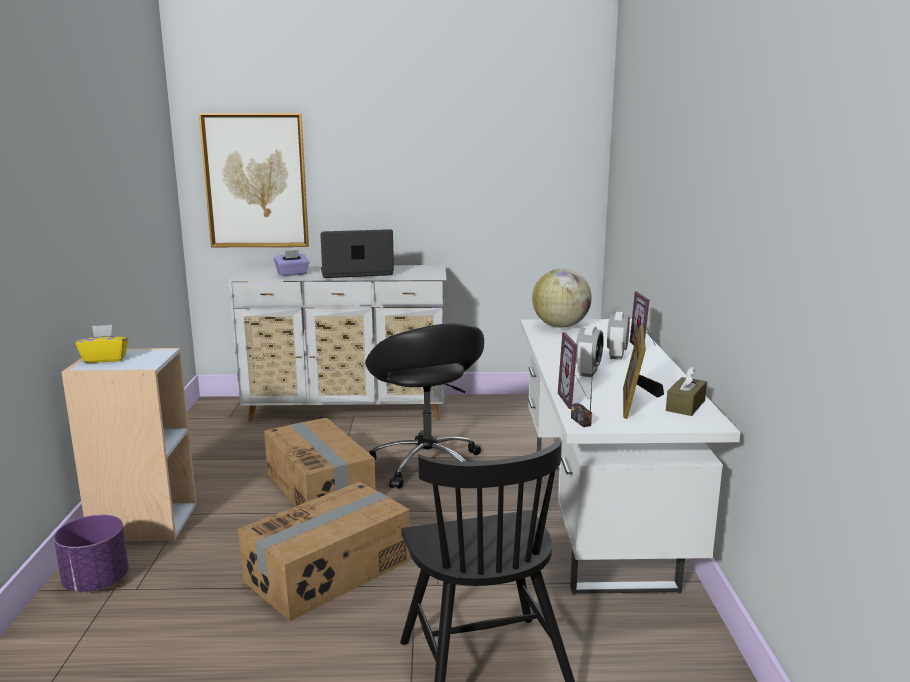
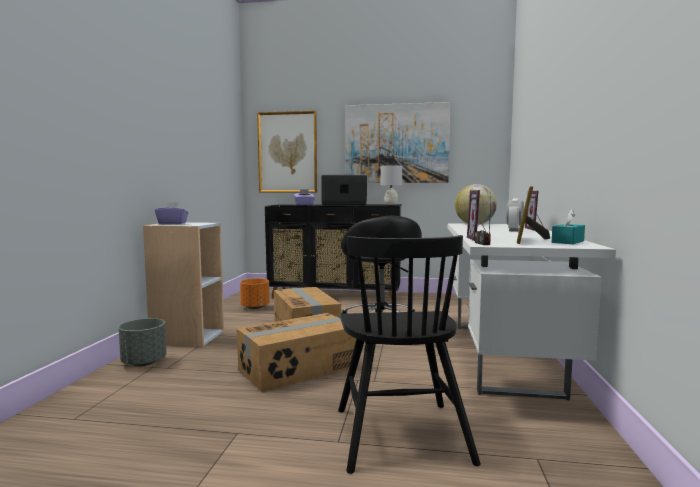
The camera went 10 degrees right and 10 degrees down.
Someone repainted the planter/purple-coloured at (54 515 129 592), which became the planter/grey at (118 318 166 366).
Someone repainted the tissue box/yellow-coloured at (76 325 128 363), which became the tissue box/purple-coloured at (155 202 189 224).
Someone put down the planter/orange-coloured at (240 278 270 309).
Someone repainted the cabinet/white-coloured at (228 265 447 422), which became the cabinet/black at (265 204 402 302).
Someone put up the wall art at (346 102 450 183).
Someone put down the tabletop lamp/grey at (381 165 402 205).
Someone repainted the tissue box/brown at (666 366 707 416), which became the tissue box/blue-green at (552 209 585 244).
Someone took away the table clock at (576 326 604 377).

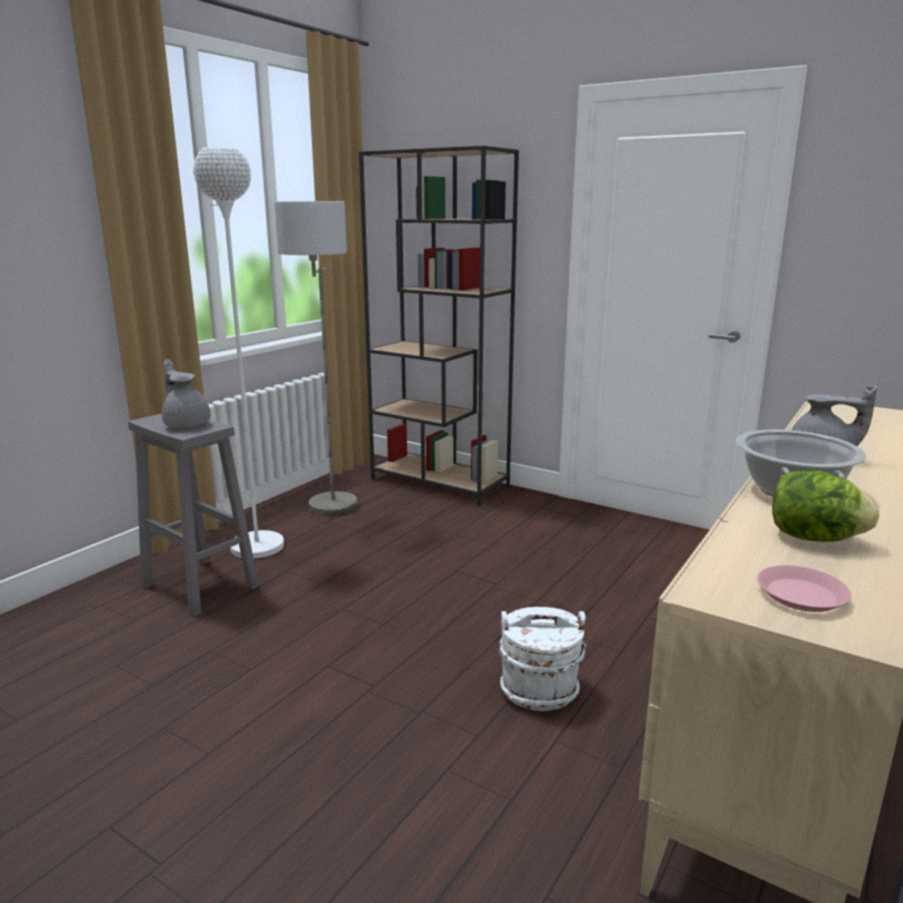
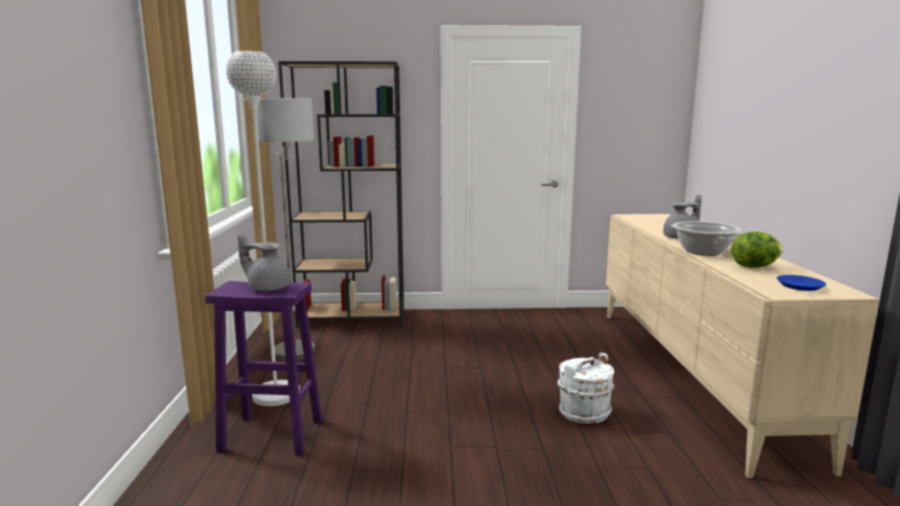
The camera went 35 degrees left and 5 degrees down.
Someone repainted the stool/grey at (128 414 259 617), which became the stool/purple-coloured at (205 281 322 456).
Someone repainted the dinner plate/pink-coloured at (757 565 852 612), which became the dinner plate/blue at (777 275 826 291).

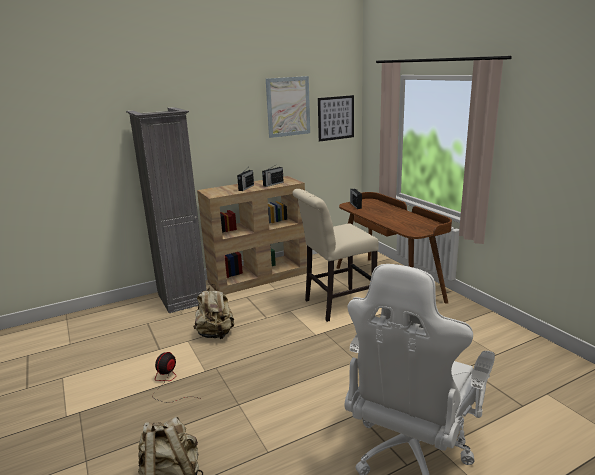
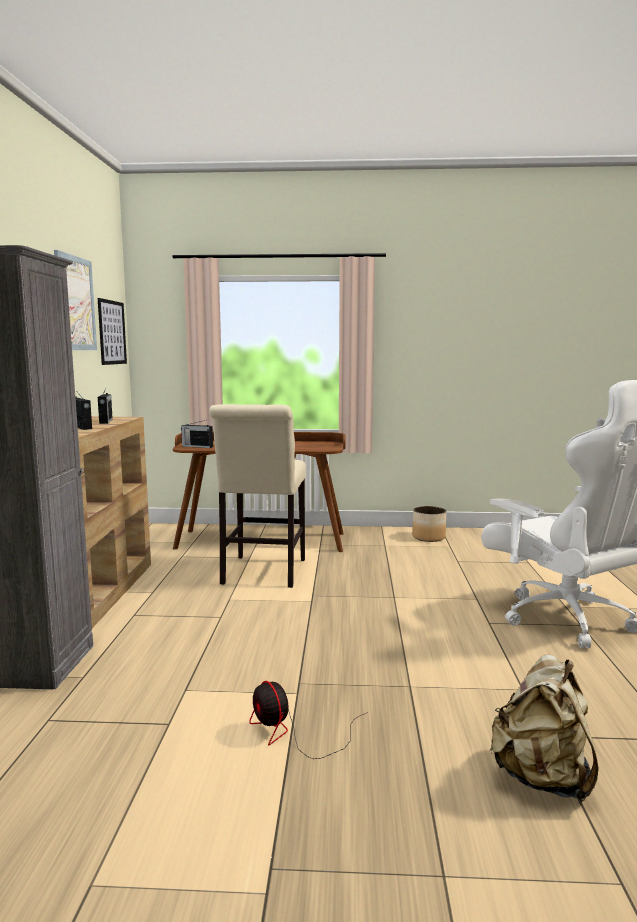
The camera went 60 degrees left and 10 degrees down.
Someone put down the planter at (412 506 446 542).
Someone took away the knapsack/sand-coloured at (193 284 234 339).

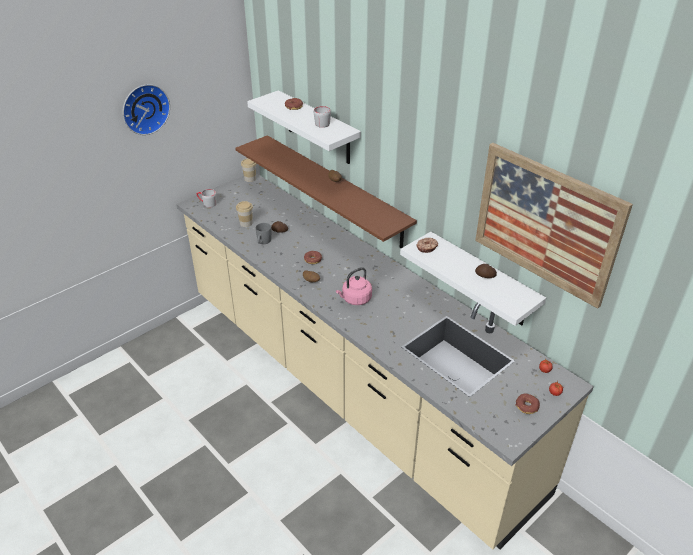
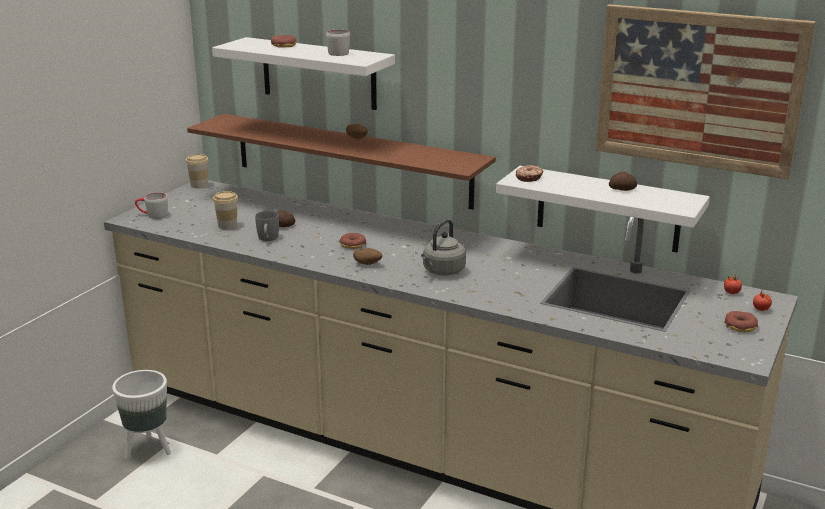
The camera went 20 degrees left and 15 degrees down.
Someone put down the planter/white-coloured at (112 370 171 460).
Someone repainted the tea kettle/pink-coloured at (336 267 372 305), which became the tea kettle/grey at (421 219 466 276).
Someone took away the hanging clock at (123 84 170 135).

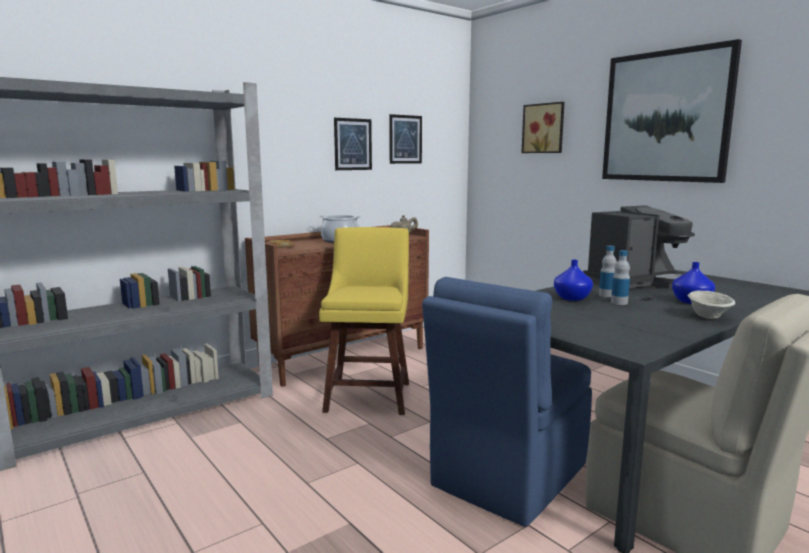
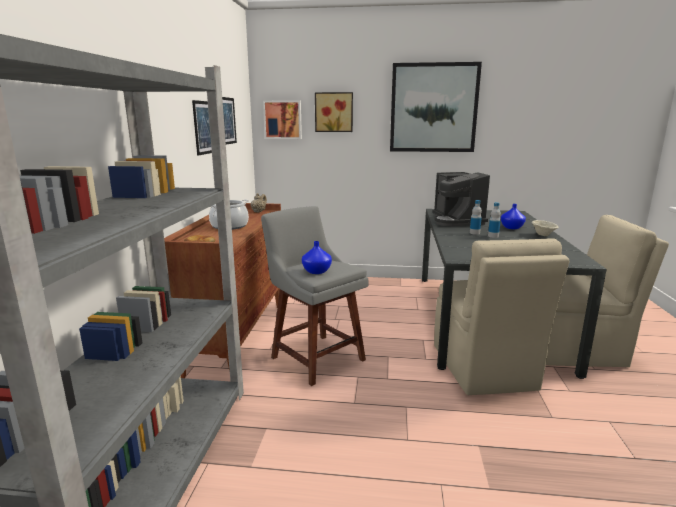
The camera went 45 degrees left and 5 degrees up.
Someone repainted the stool/yellow-coloured at (319 227 409 415), which became the stool/grey at (261 206 368 386).
Someone put up the wall art at (263 100 302 139).
Someone carried the vase/blue from (554 260 593 301) to (302 241 332 274).
Someone rotated the coffee maker at (583 205 695 288) by 150 degrees clockwise.
Someone repainted the plain chair/blue at (422 277 592 527), which became the plain chair/sand-coloured at (434 238 569 395).

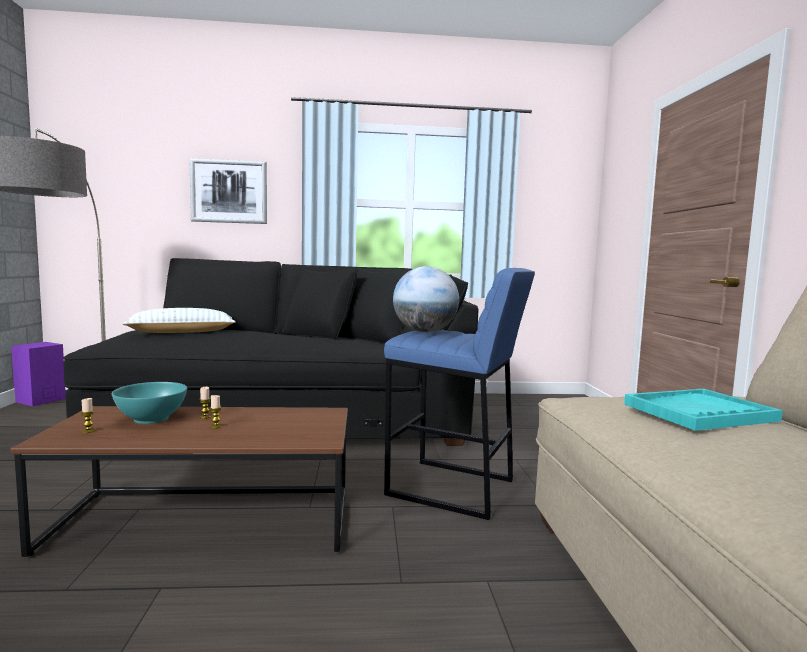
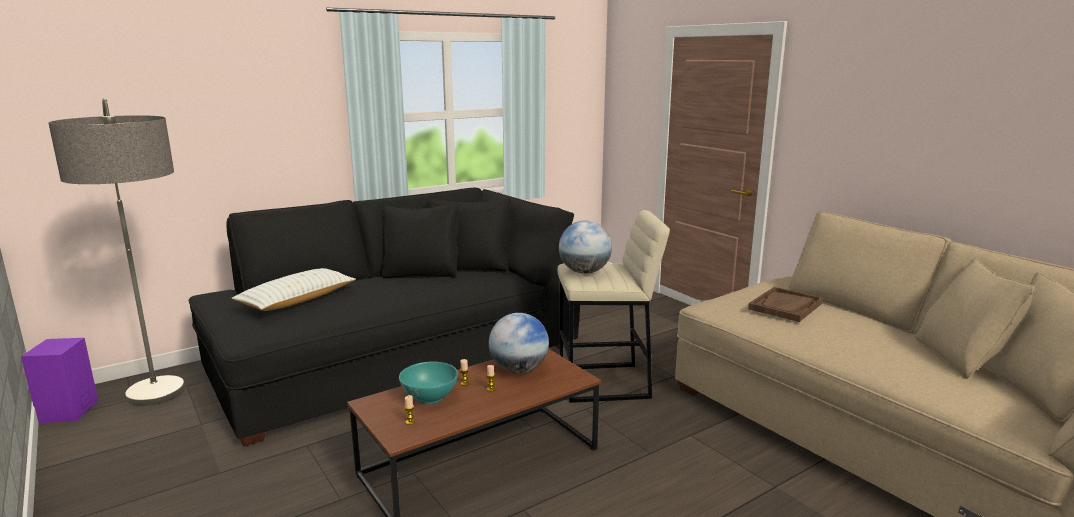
The camera went 30 degrees left and 10 degrees up.
Someone put down the world globe at (489 313 549 373).
Someone repainted the stool/blue at (384 268 535 520), which became the stool/sand-coloured at (557 210 670 403).
Someone repainted the serving tray/blue-green at (624 389 783 431), which became the serving tray/brown at (748 287 823 322).
Someone took away the wall art at (189 158 267 224).

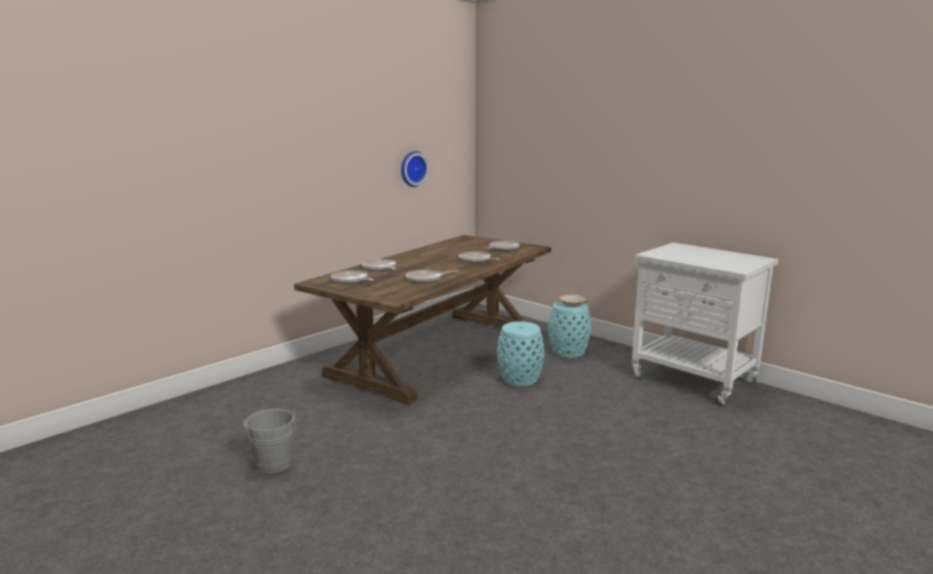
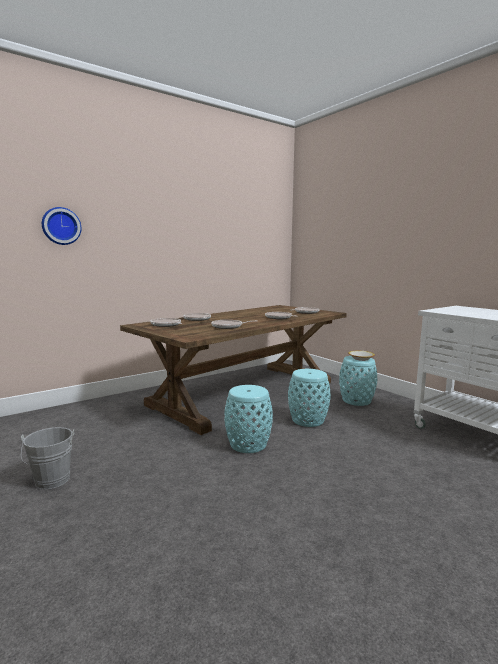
The camera went 10 degrees right and 5 degrees down.
Someone carried the hanging clock from (401 151 429 187) to (42 207 82 245).
Someone put down the stool/blue-green at (224 385 273 453).

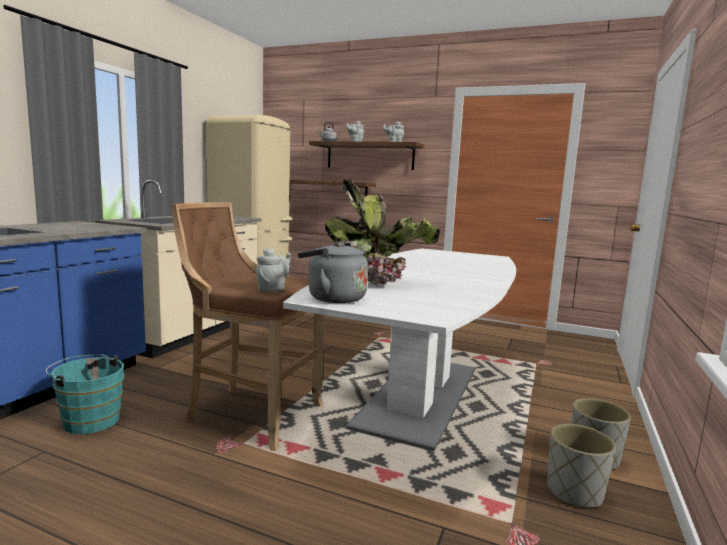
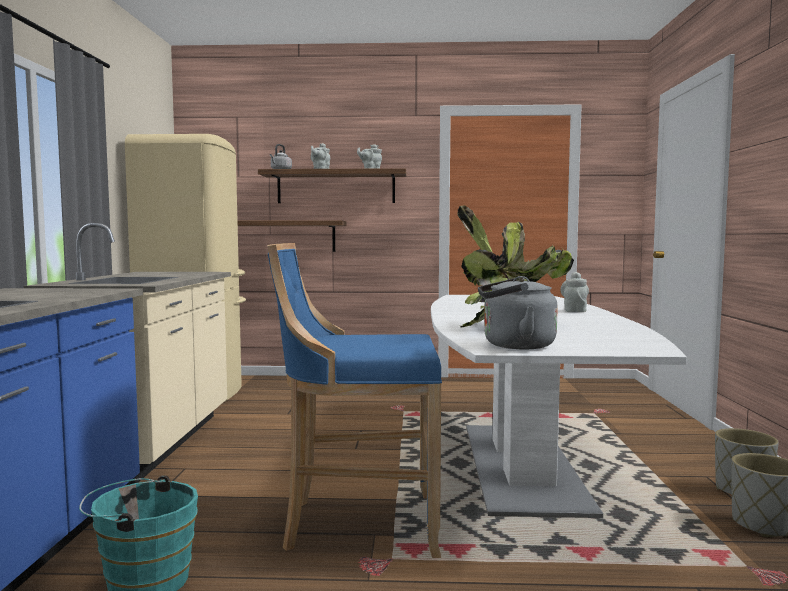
The camera went 20 degrees left and 5 degrees down.
Someone repainted the stool/brown at (171 202 324 451), which became the stool/blue at (267 243 442 558).
Someone carried the pot for tea/grey from (256 248 291 292) to (561 272 589 312).

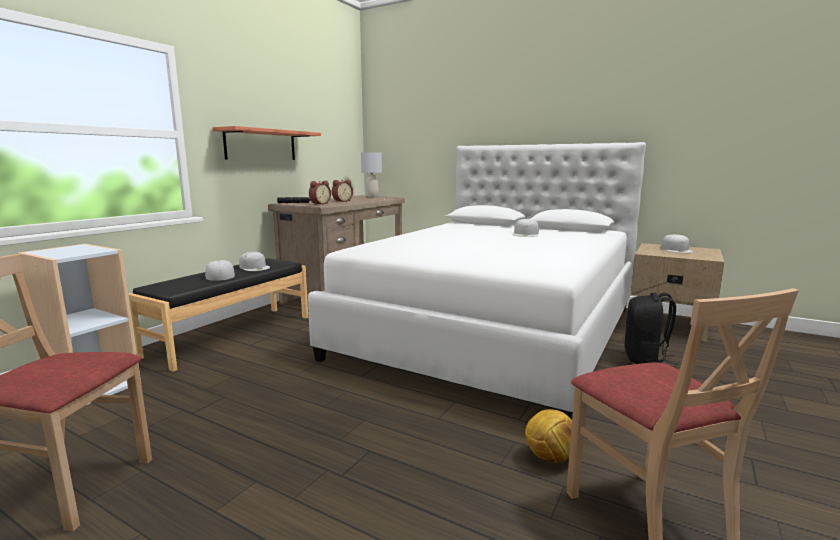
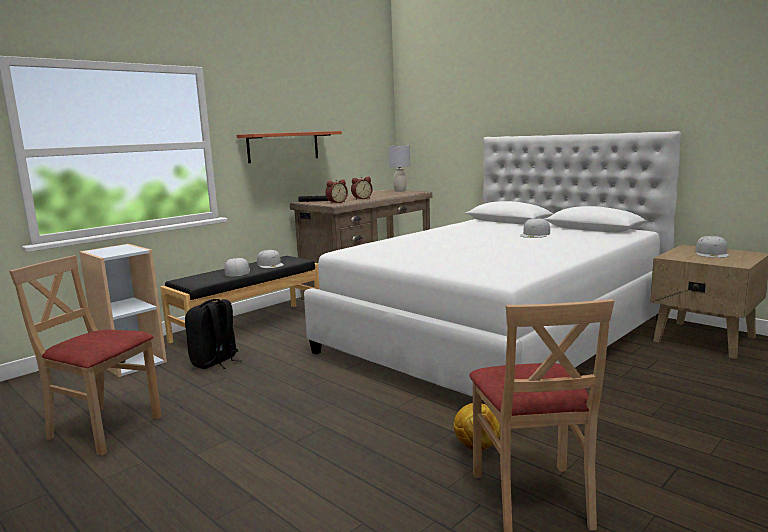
The camera went 15 degrees right and 0 degrees up.
Someone carried the knapsack/black from (624 293 679 365) to (185 299 242 369).

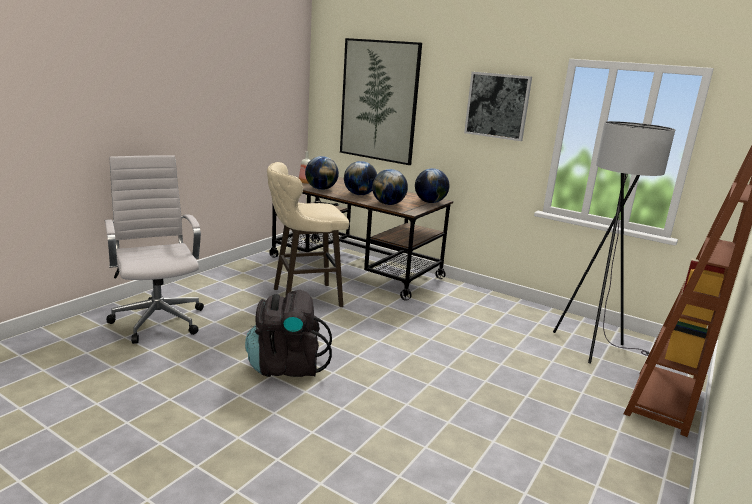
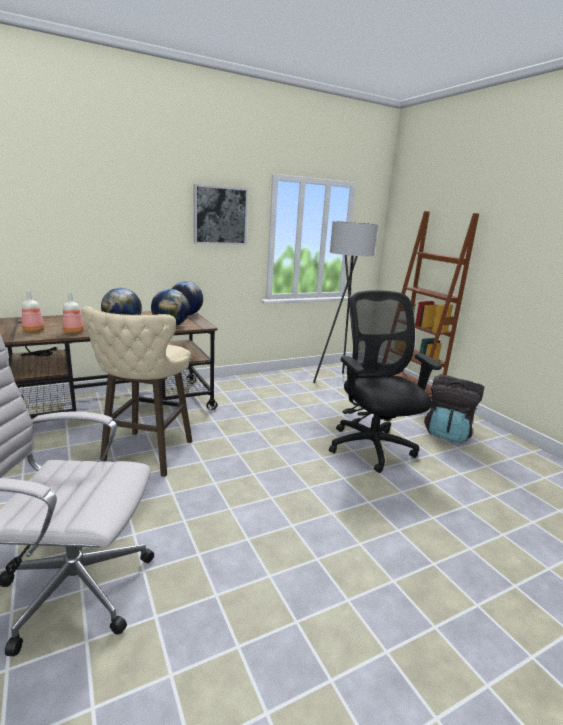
The camera went 60 degrees left and 0 degrees up.
Someone swapped the world globe at (305 156 339 190) for the beverage bottle at (62 292 84 334).
Someone put down the computer chair/black at (329 290 442 473).
Someone carried the knapsack/black from (245 290 332 377) to (424 374 484 443).
Someone took away the wall art at (340 38 422 165).

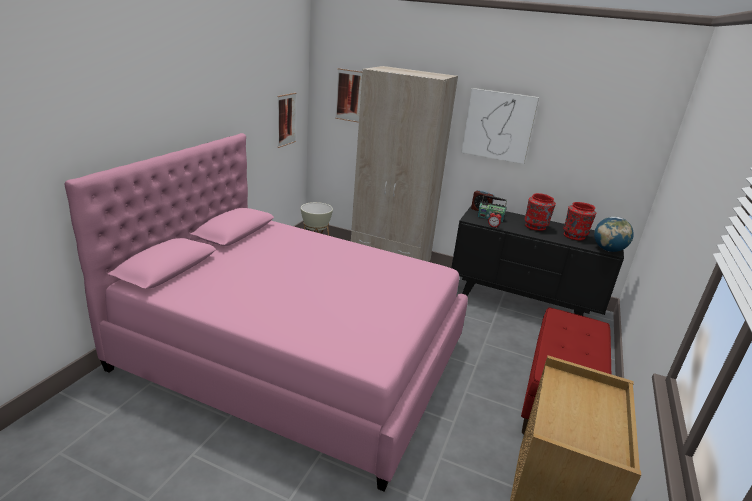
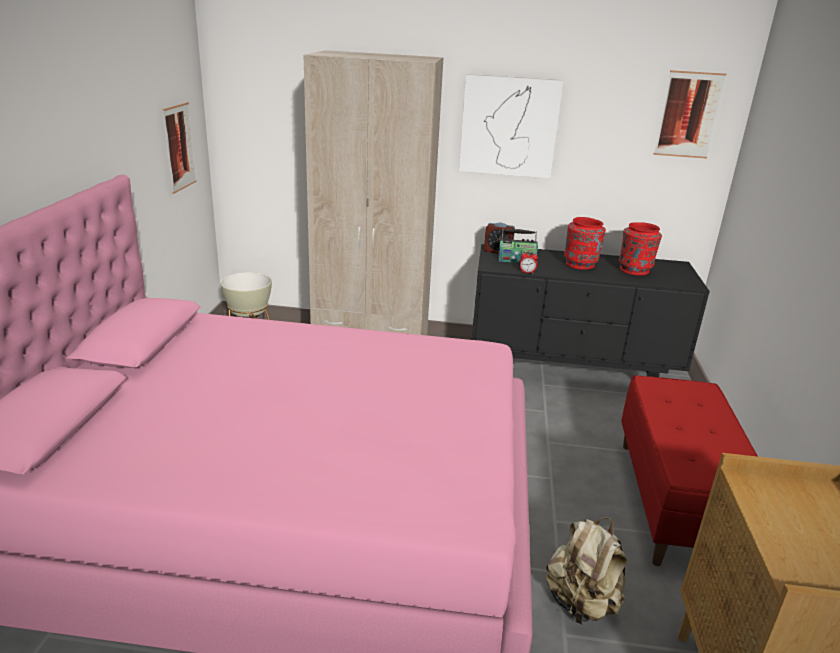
The camera went 15 degrees left and 0 degrees up.
Someone put down the knapsack/sand-coloured at (546 517 627 624).
Someone carried the wall art from (335 68 362 123) to (654 70 727 159).
Someone took away the world globe at (594 217 634 252).

